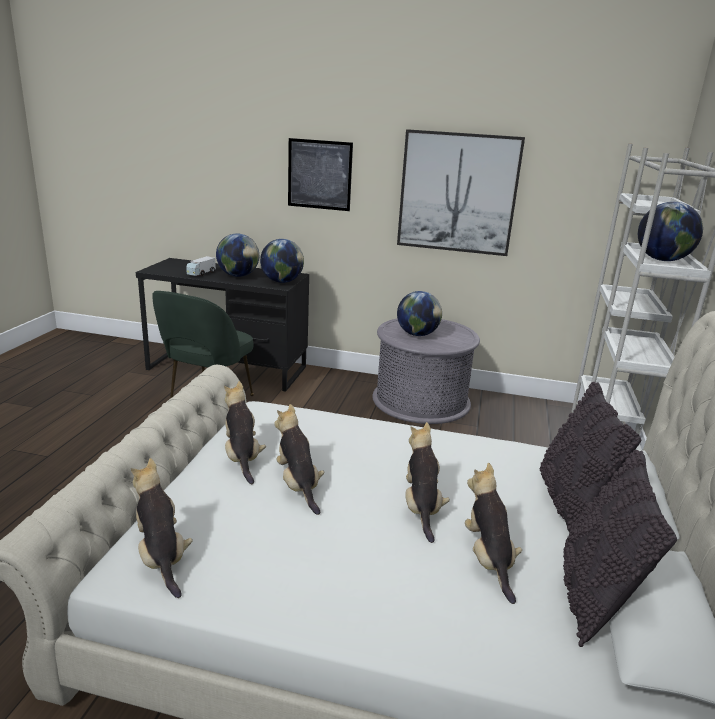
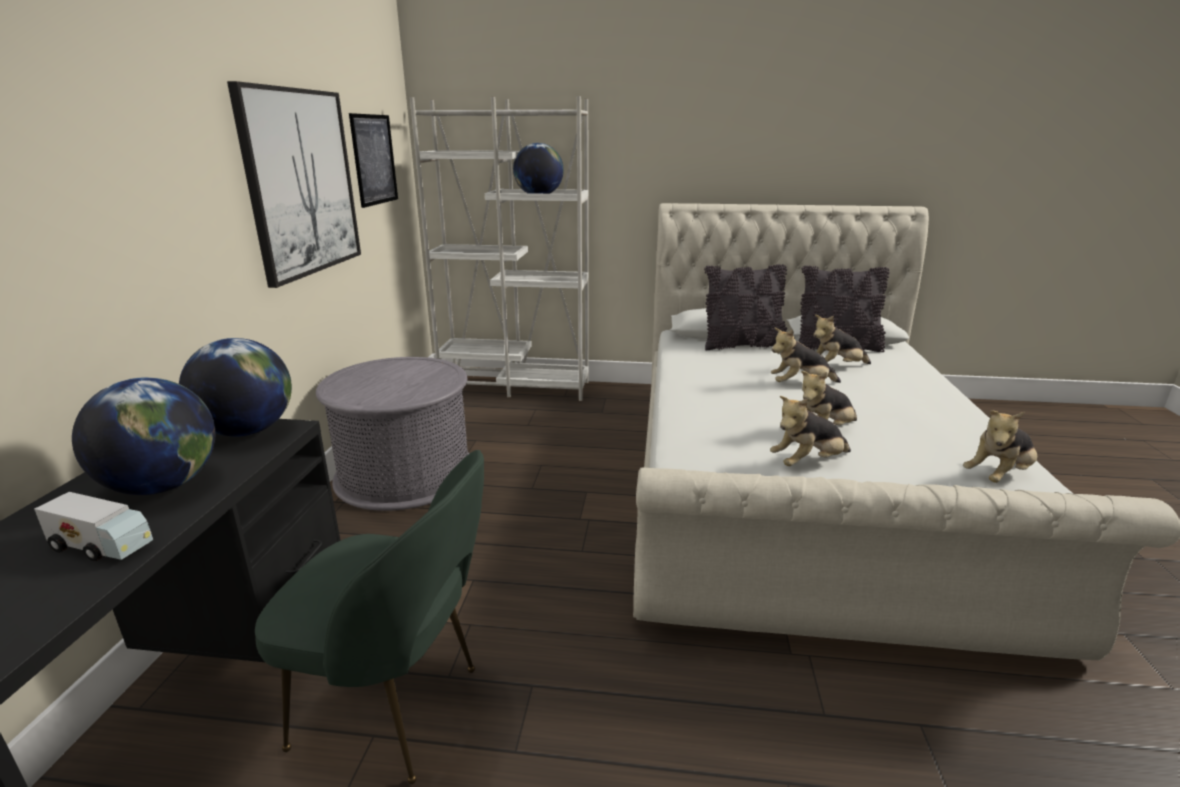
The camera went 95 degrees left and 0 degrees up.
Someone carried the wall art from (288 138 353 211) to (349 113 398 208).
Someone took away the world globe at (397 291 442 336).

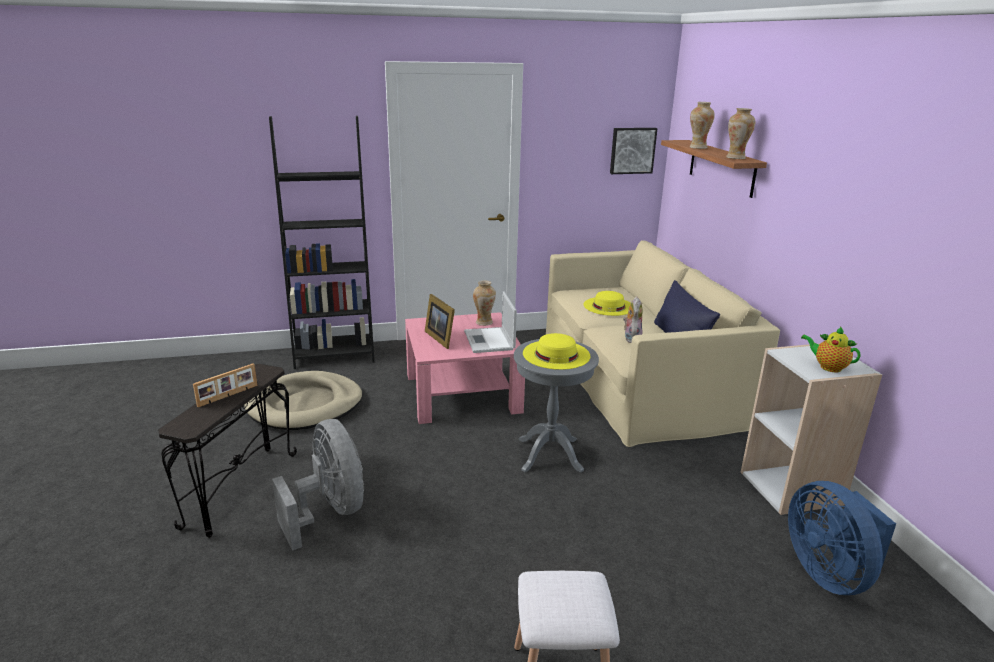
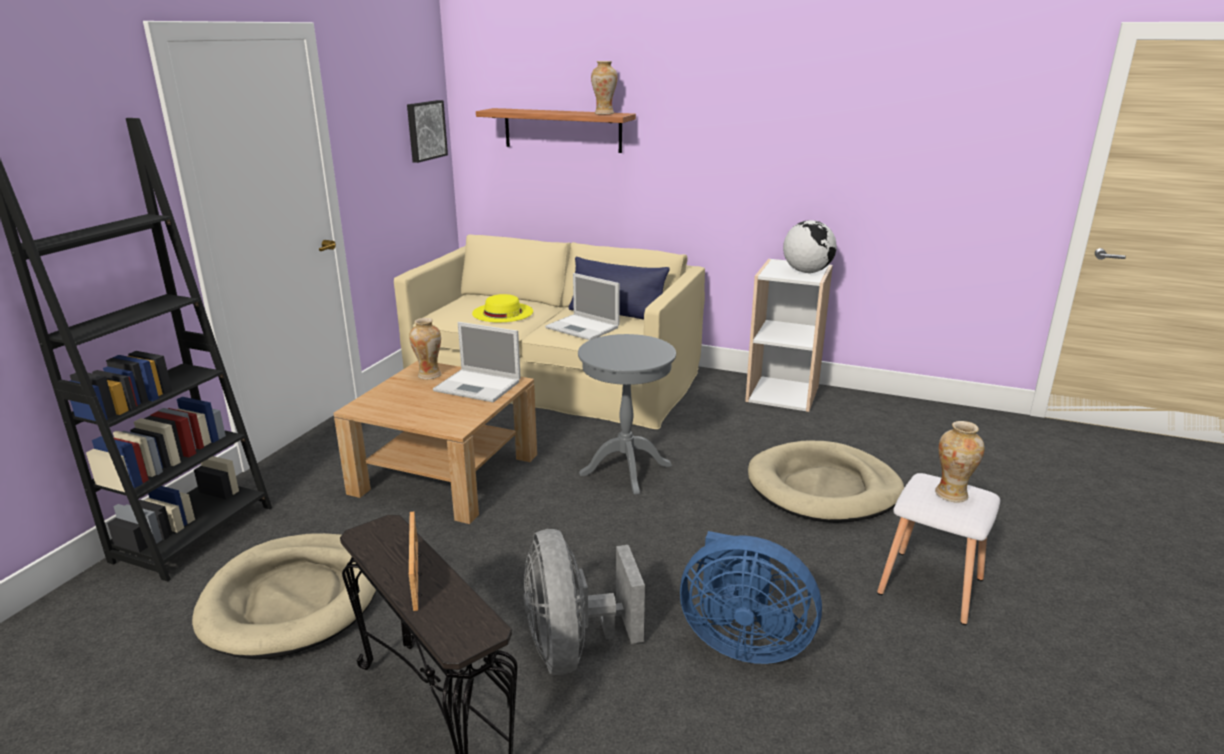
The camera went 55 degrees left and 0 degrees up.
Someone repainted the low table/pink-coloured at (405 312 525 424), which became the low table/brown at (333 361 537 524).
Someone rotated the electric fan/grey at (272 419 364 551) by 105 degrees counterclockwise.
Someone swapped the soft toy at (623 296 642 343) for the notebook computer at (545 273 620 340).
Someone carried the electric fan/blue from (788 481 896 595) to (680 531 822 664).
Someone put down the dog bed/sand-coloured at (748 441 904 523).
Someone swapped the pot for tea at (801 326 861 373) for the world globe at (783 220 837 273).
Someone carried the vase from (690 102 715 149) to (935 421 985 503).
Someone took away the photo frame at (425 294 455 349).
Someone took away the wearable hat/yellow-coloured at (523 333 590 370).

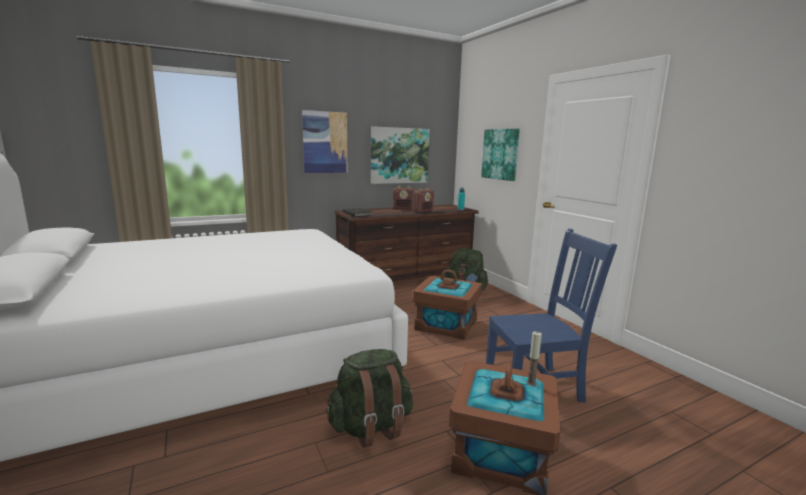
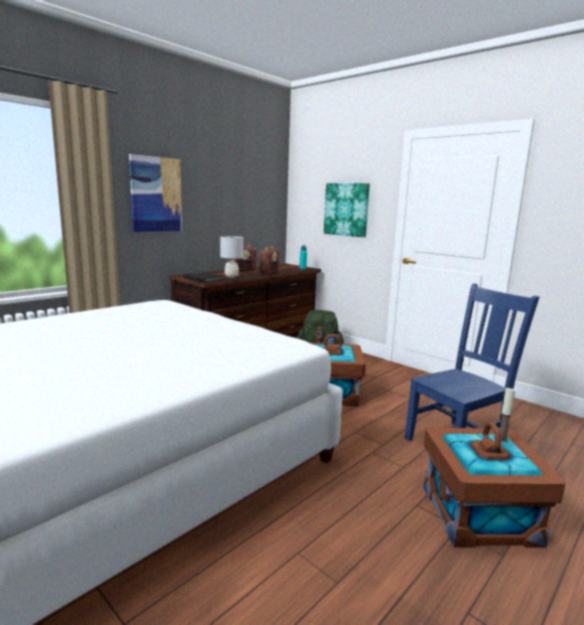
The camera went 20 degrees left and 0 degrees up.
Someone put down the tabletop lamp/grey at (220 236 243 278).
Someone took away the knapsack/greenish at (325 349 413 448).
Someone took away the wall art at (371 126 430 184).

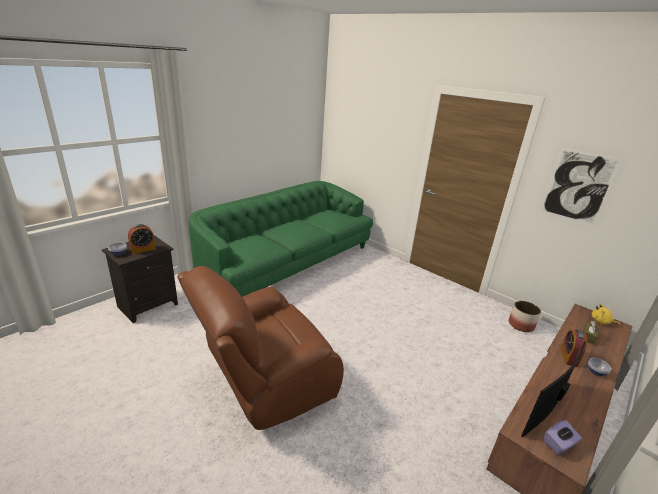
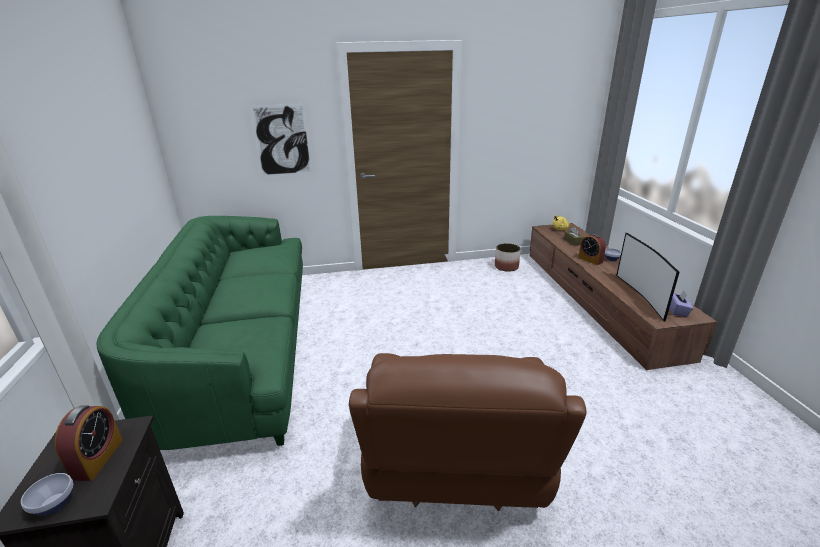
The camera went 50 degrees left and 0 degrees up.
Someone carried the wall art from (541 148 622 226) to (250 104 312 176).

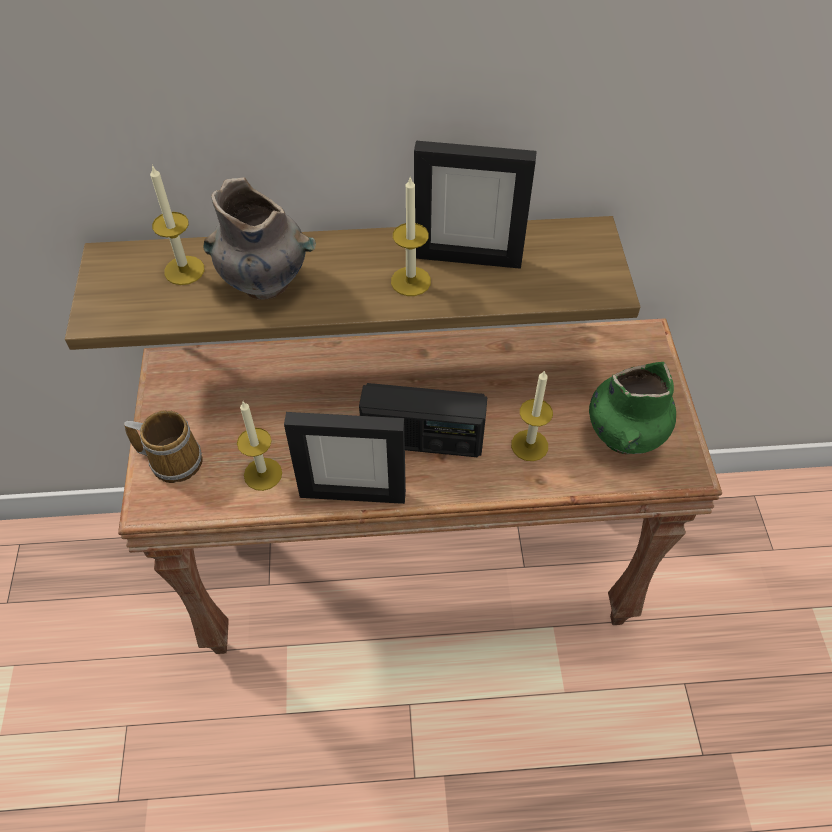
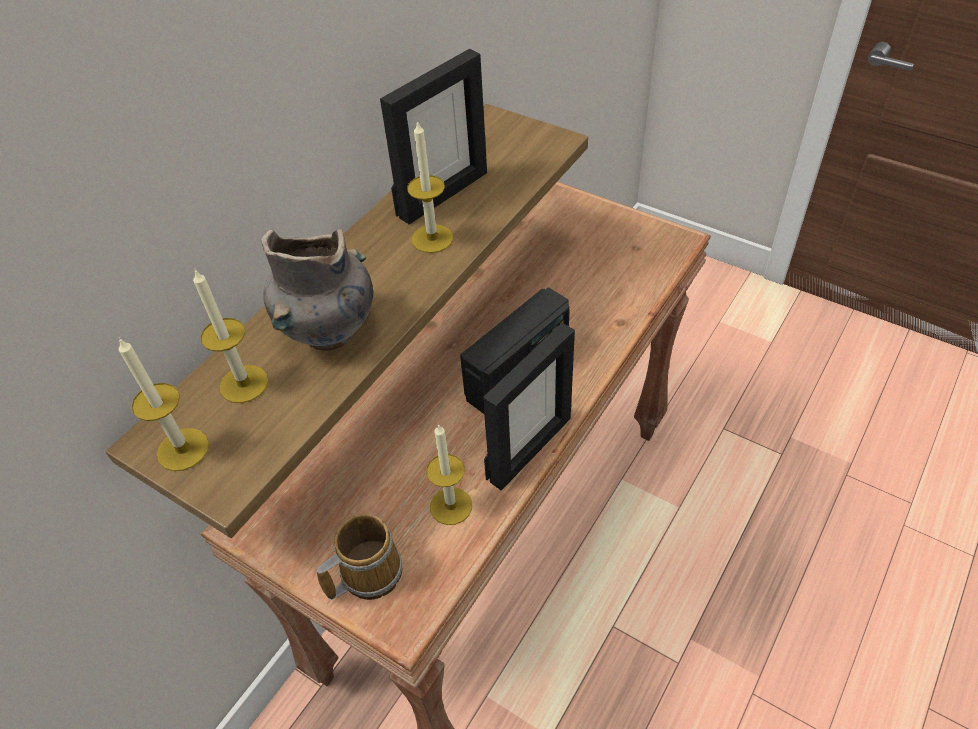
The camera went 50 degrees left and 5 degrees down.
Someone carried the candle from (511 370 553 461) to (119 337 209 471).
Someone took away the vase/greenish at (589 362 676 454).

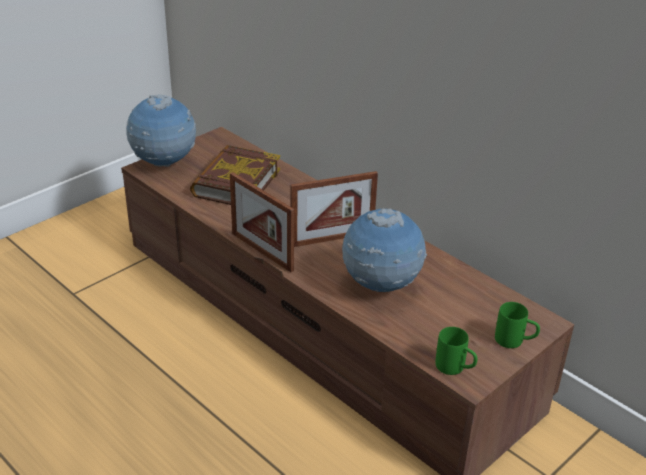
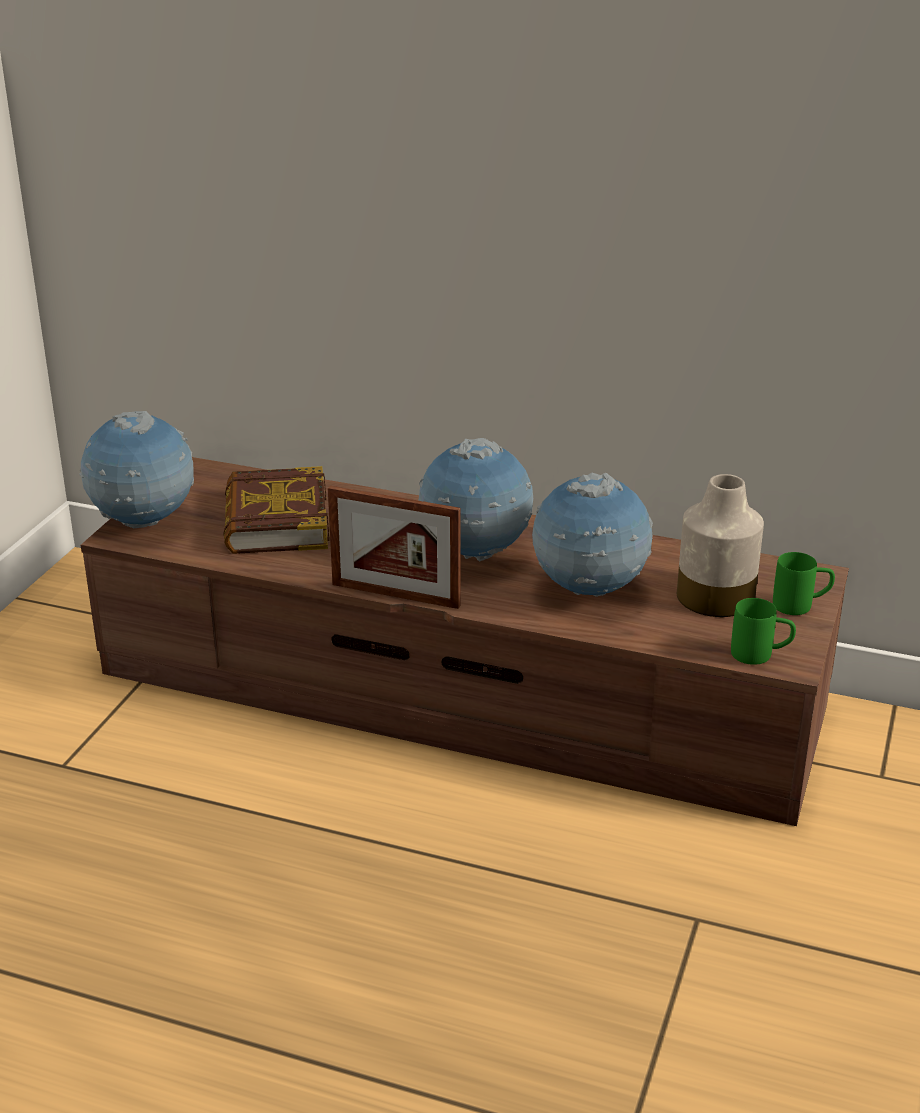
The camera went 25 degrees left and 5 degrees down.
Someone swapped the photo frame at (291 171 378 247) for the world globe at (418 438 533 562).
Someone put down the vase/sand-coloured at (677 474 764 617).

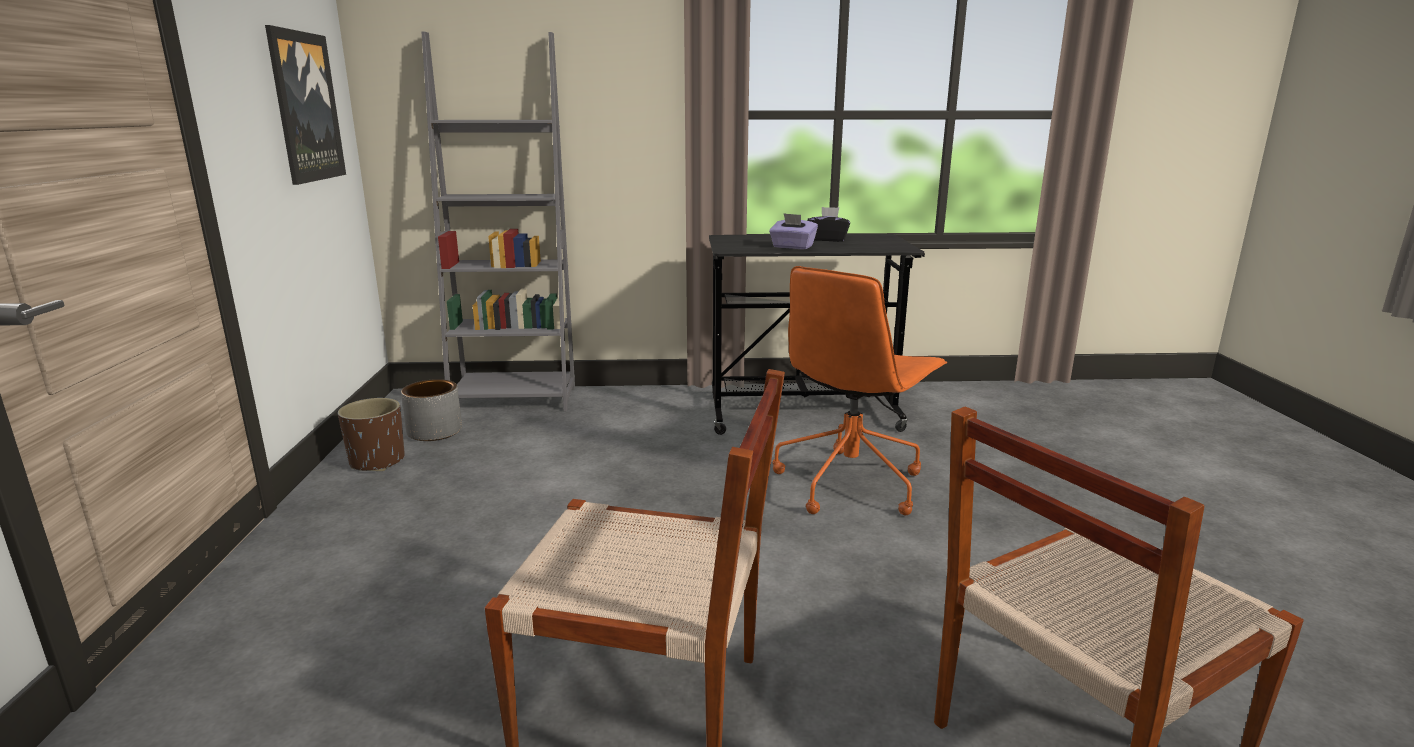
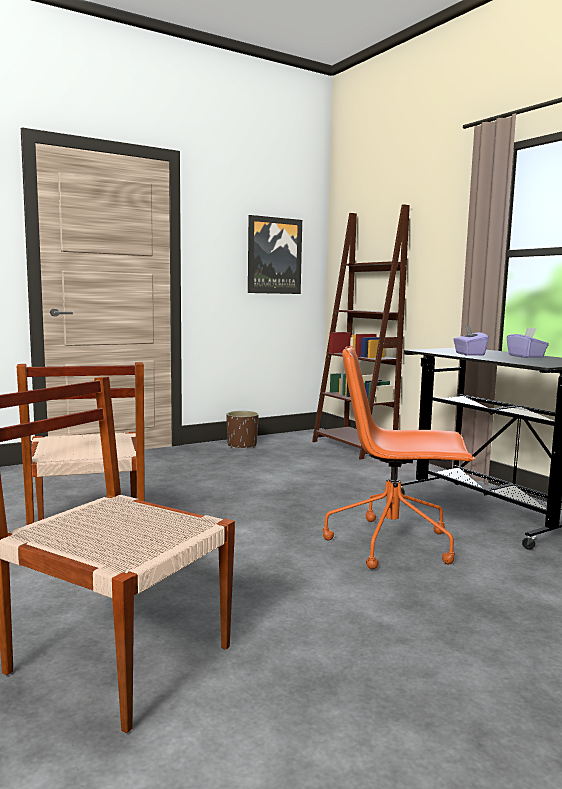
The camera went 60 degrees right and 10 degrees down.
Someone repainted the bookcase/grey at (421 32 575 411), which became the bookcase/brown at (312 204 410 459).
Someone repainted the tissue box/black at (807 207 850 242), which became the tissue box/purple-coloured at (507 327 549 358).
Someone took away the planter/grey at (401 379 462 441).

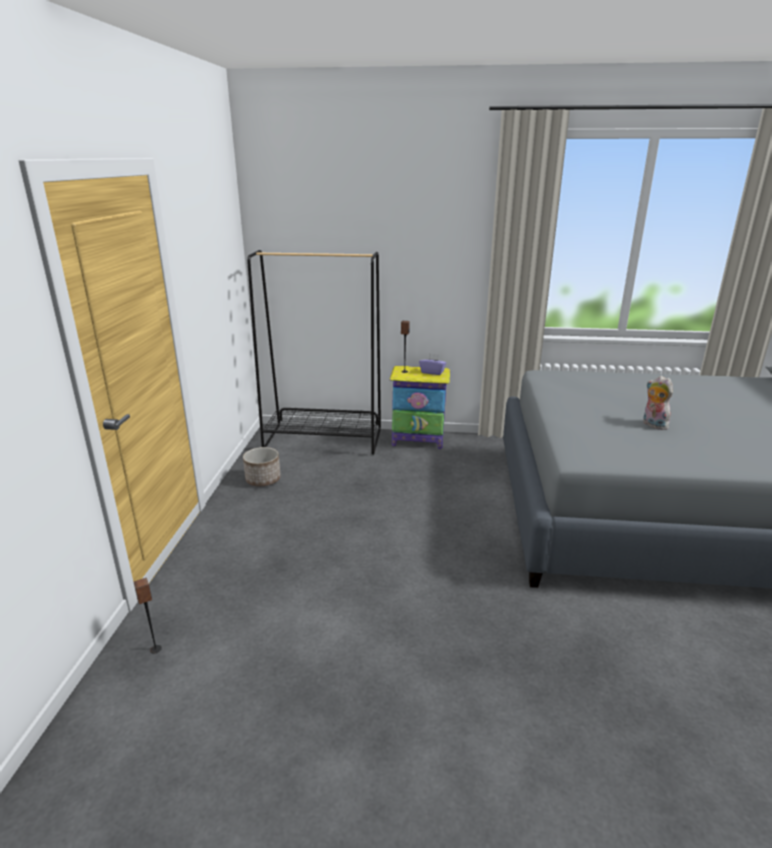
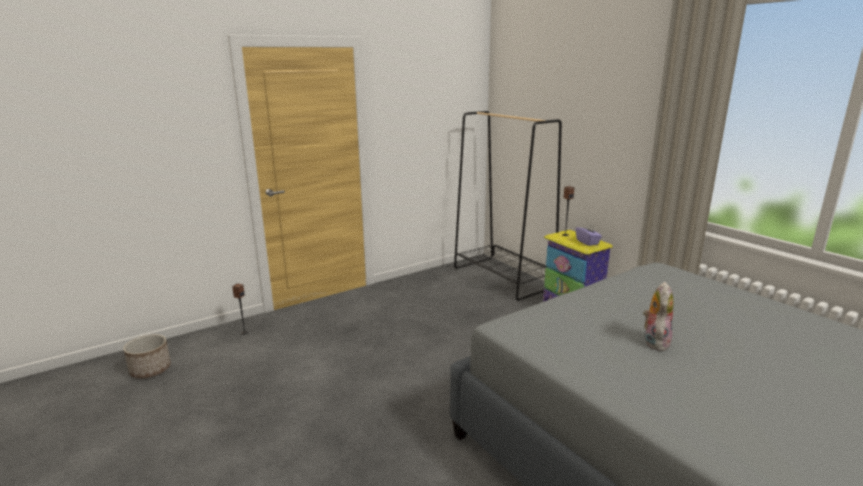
The camera went 50 degrees right and 5 degrees down.
Someone carried the planter from (243 447 281 486) to (123 334 171 378).

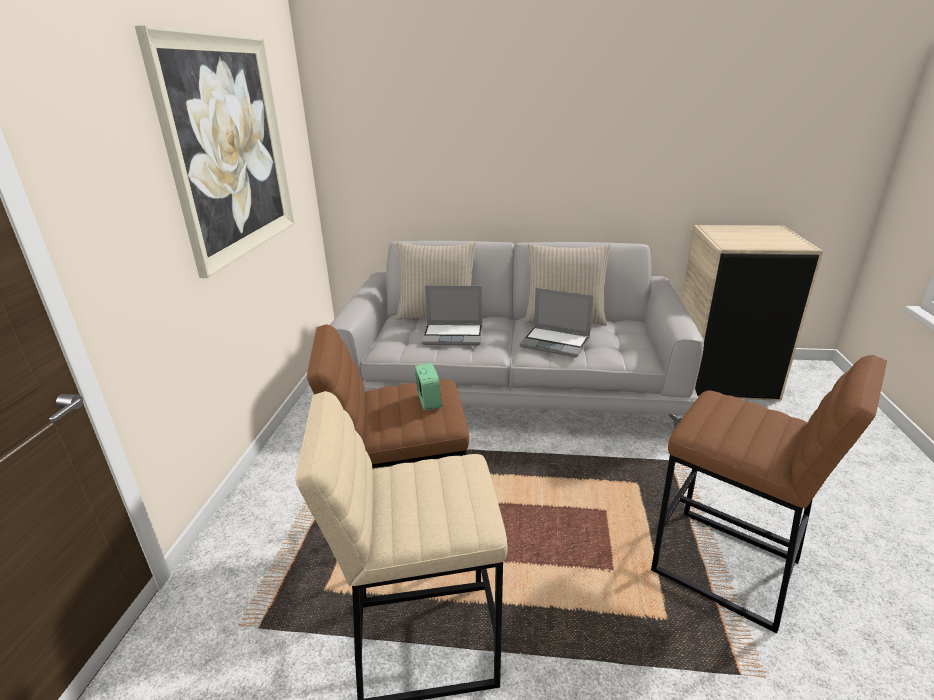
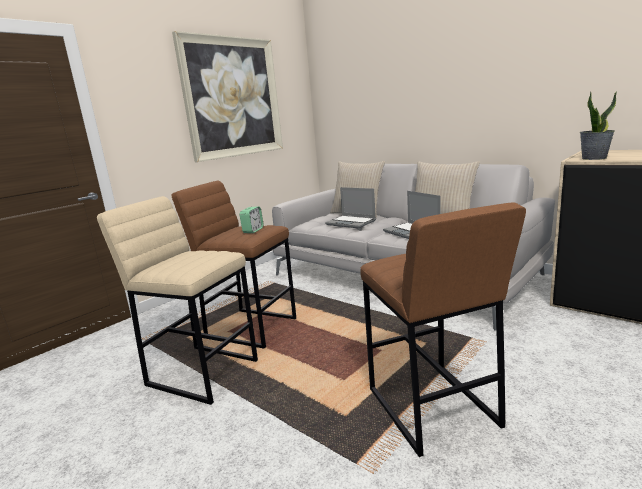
The camera went 35 degrees right and 10 degrees down.
Someone put down the houseplant at (580 91 617 160).

